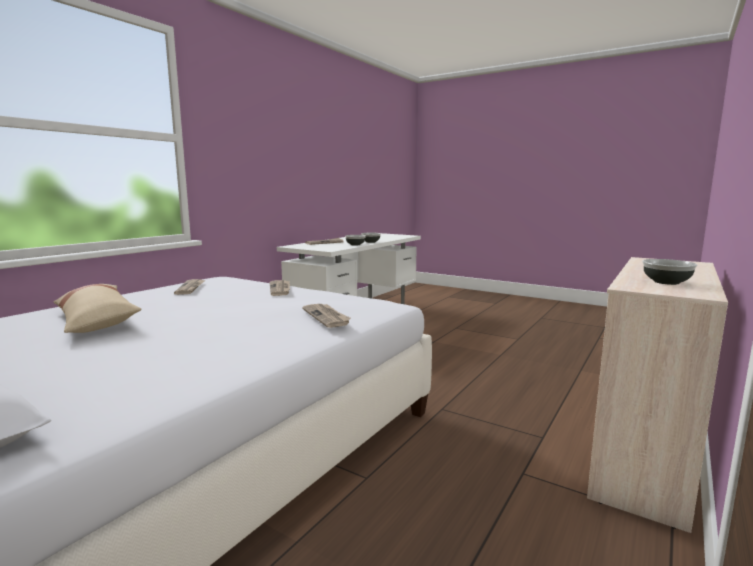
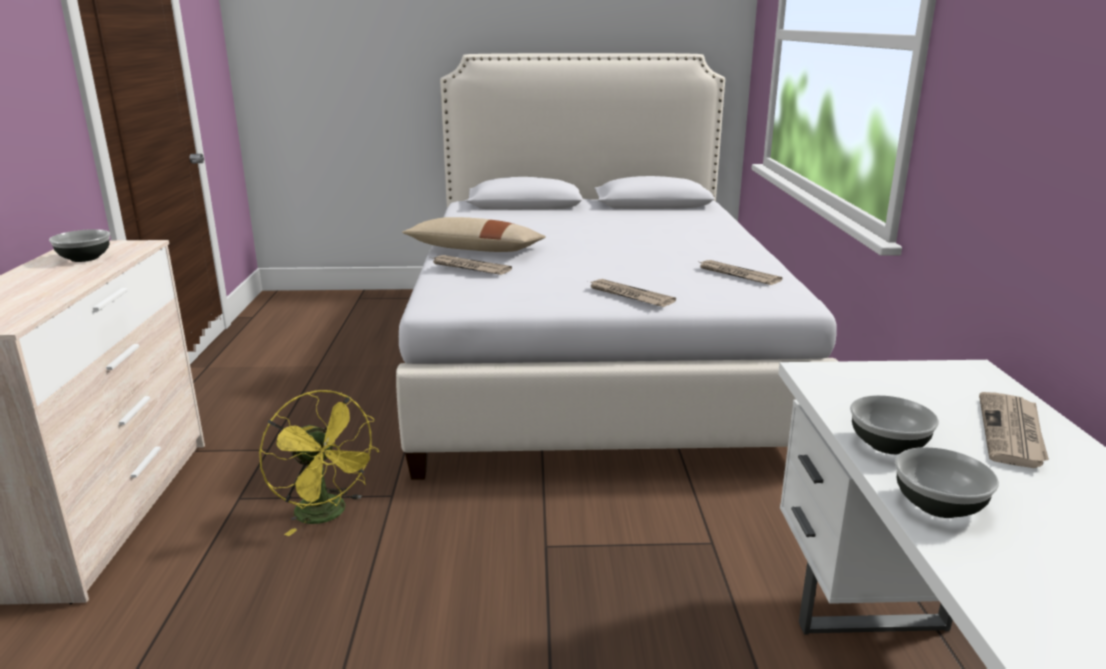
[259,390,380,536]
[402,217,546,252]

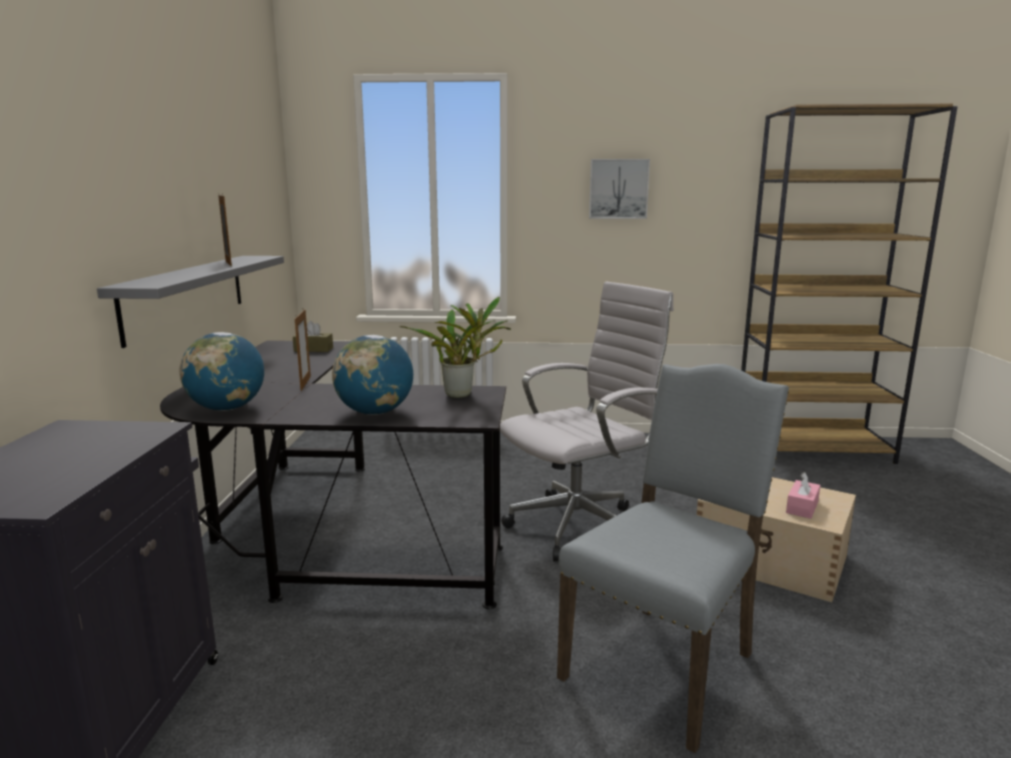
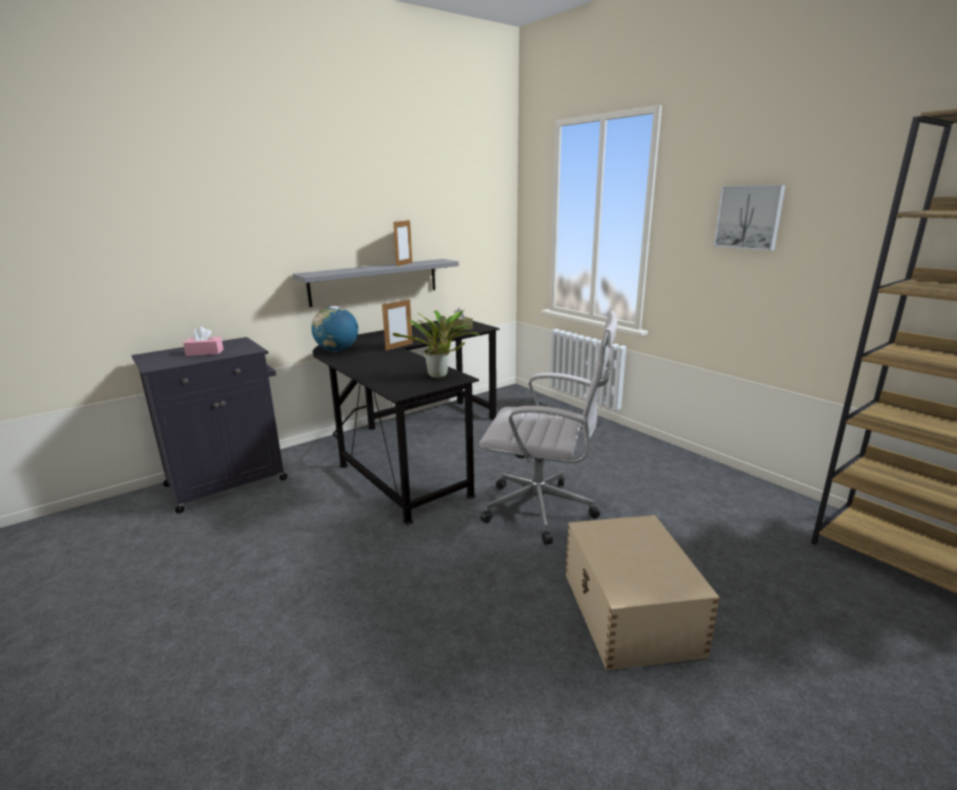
[332,335,413,415] (first image)
[557,364,789,753] (first image)
[183,327,224,356]

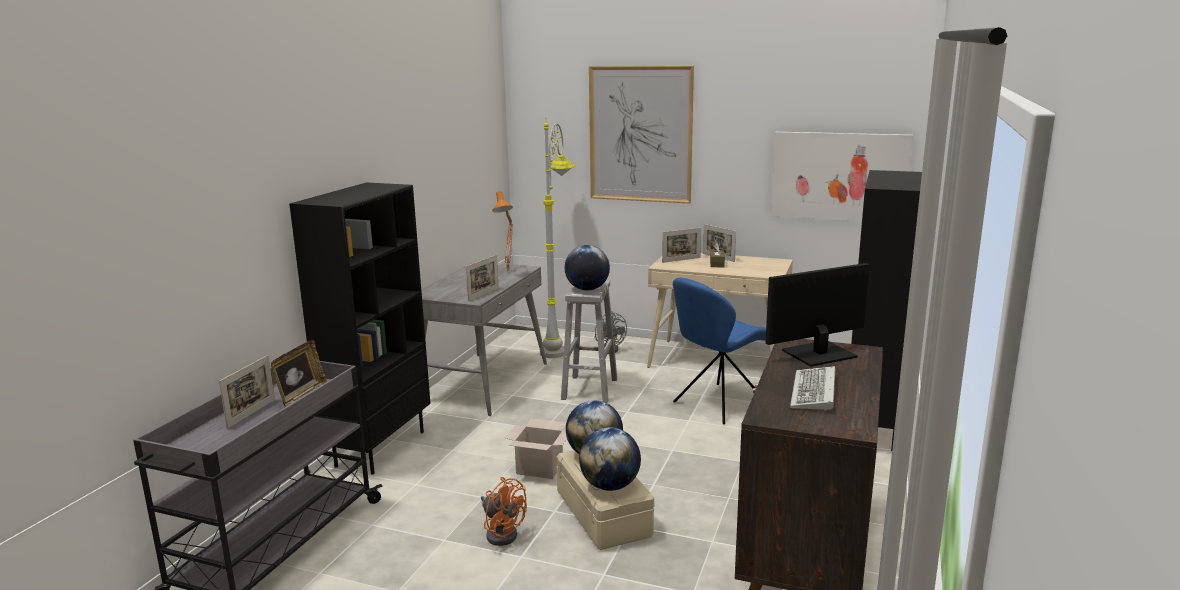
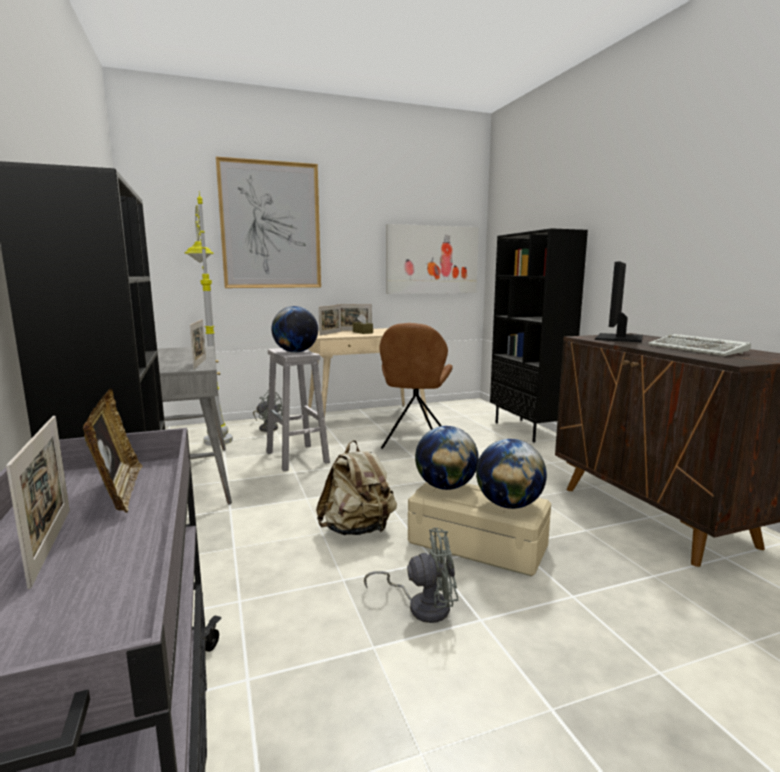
[492,191,513,271] (first image)
[316,440,397,535]
[364,528,458,623]
[379,323,453,449]

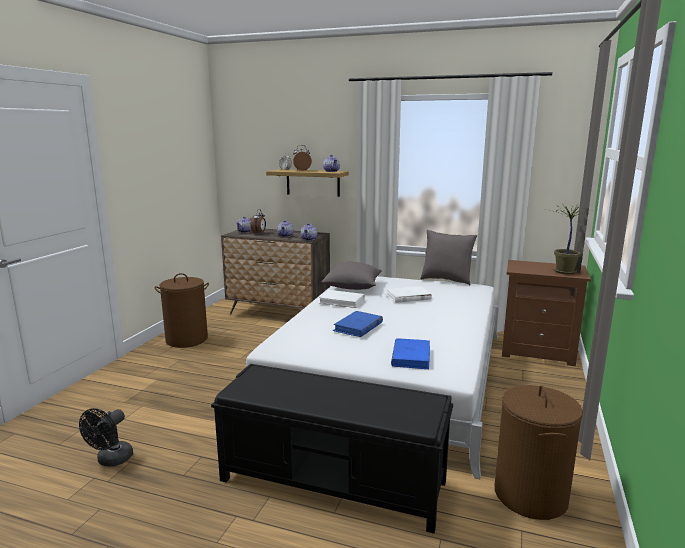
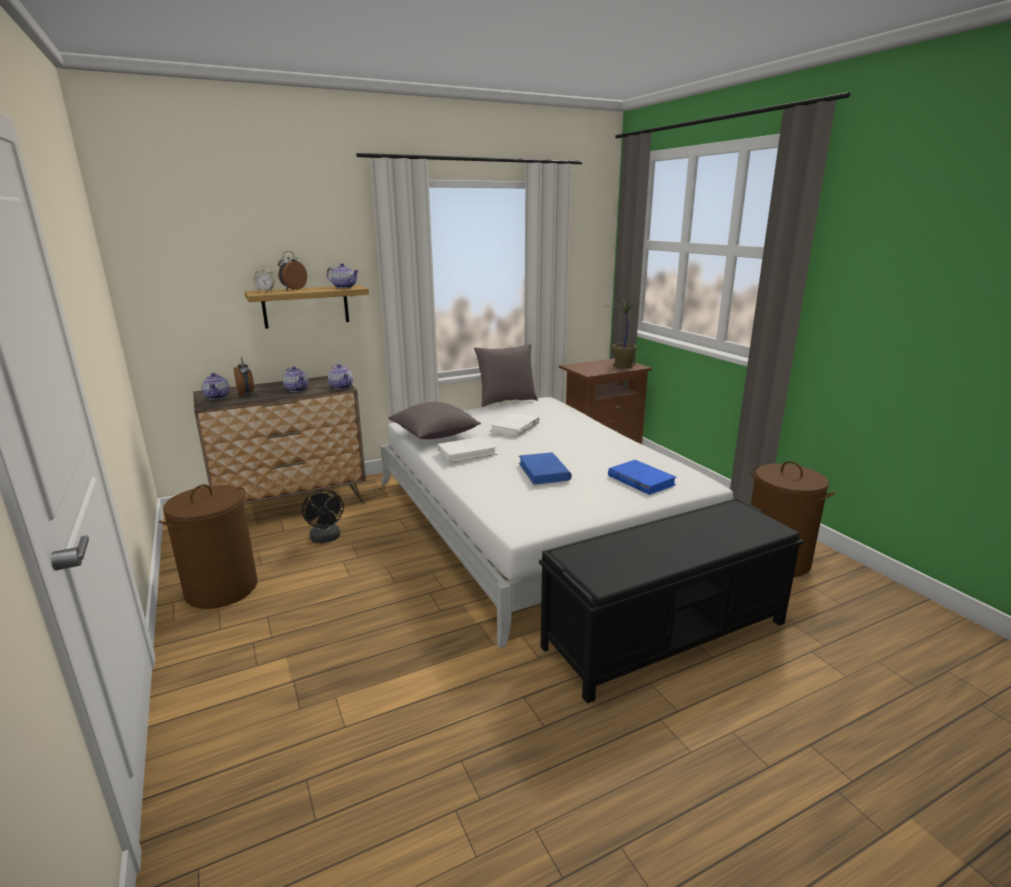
[302,489,344,543]

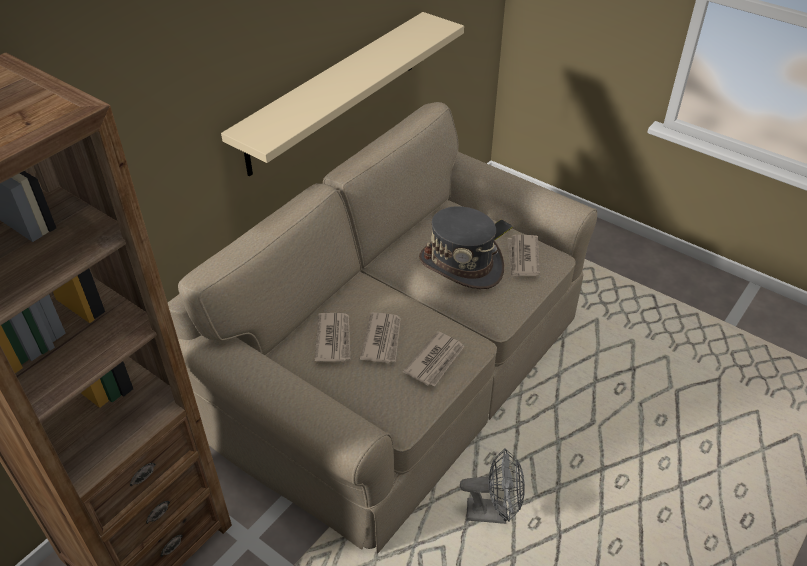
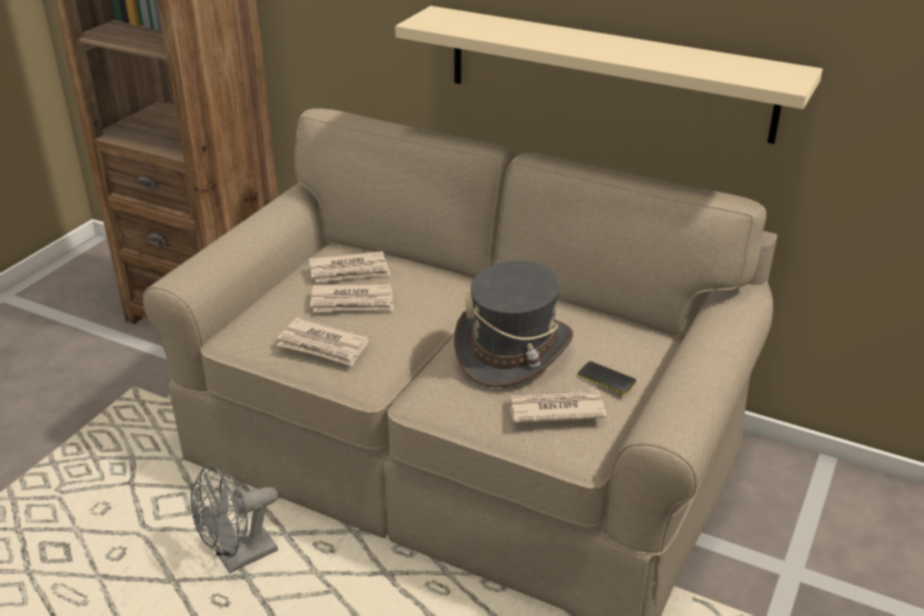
[190,464,278,573]

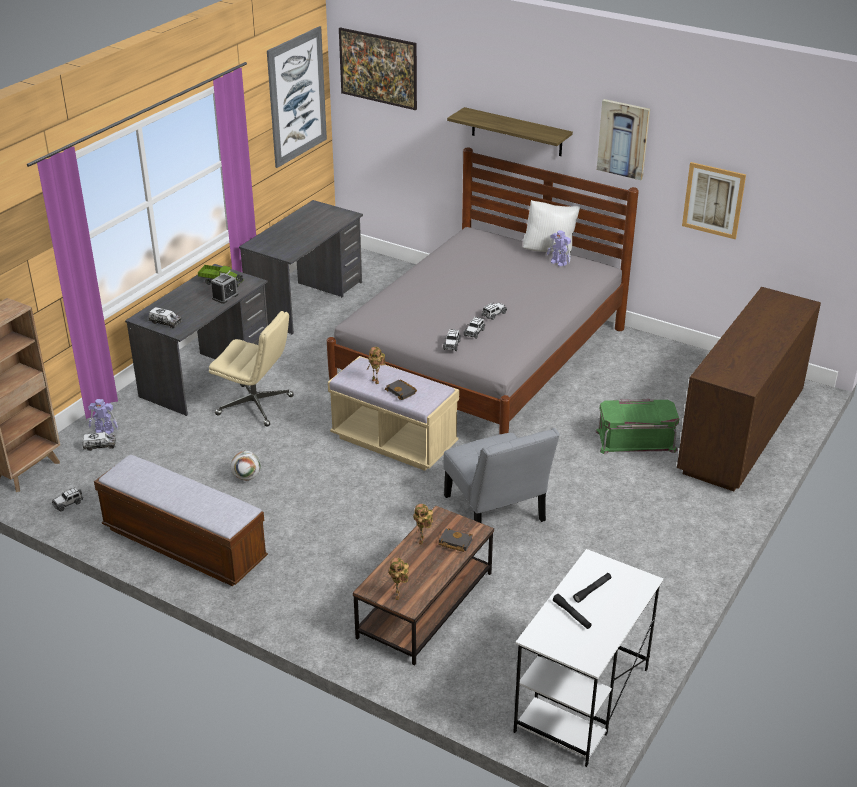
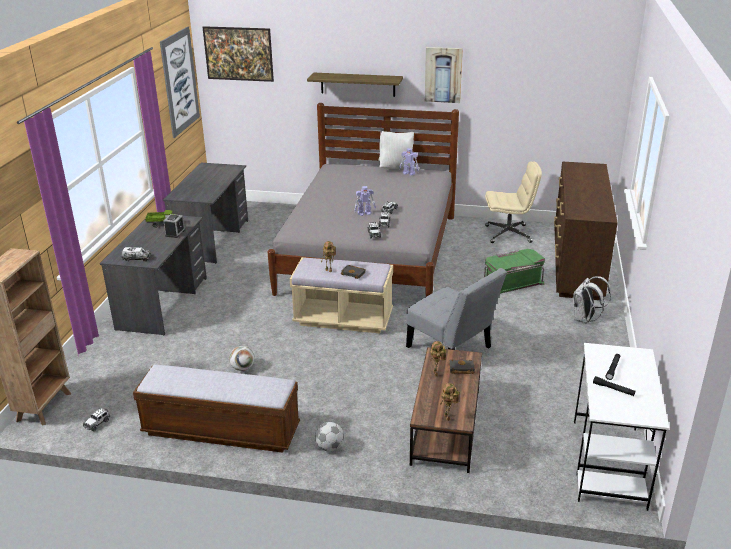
[83,432,116,451] (first image)
[682,162,746,239] (first image)
[315,422,344,451]
[573,276,611,324]
[355,186,376,216]
[485,161,542,243]

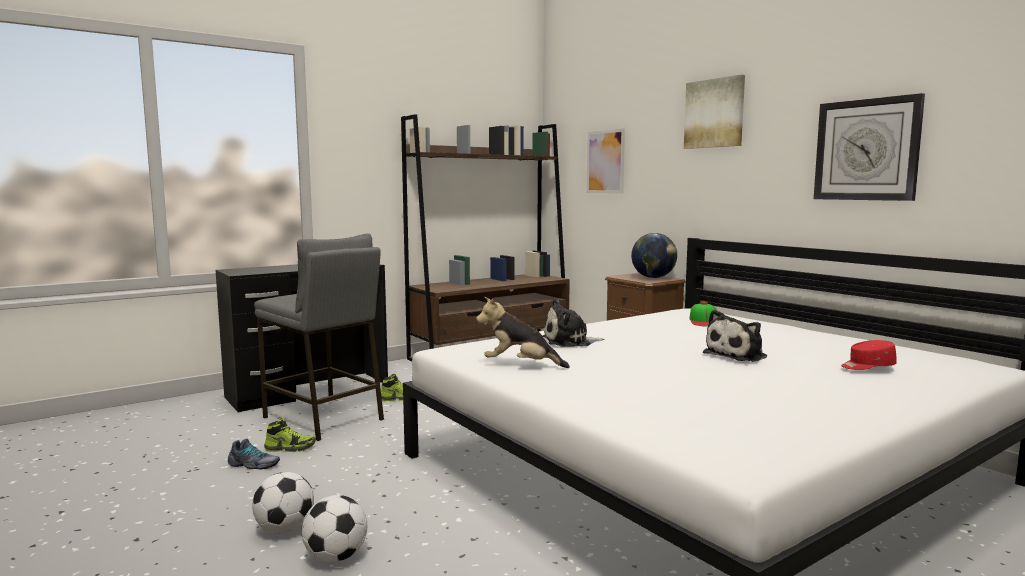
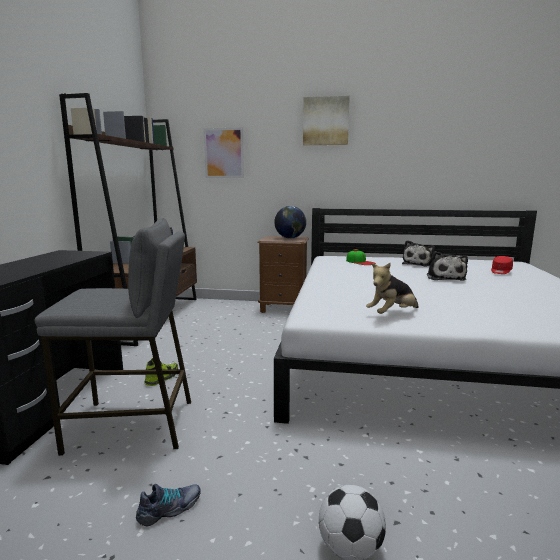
[264,418,316,452] (first image)
[302,495,367,563] (first image)
[814,93,925,201] (first image)
[402,240,435,266]

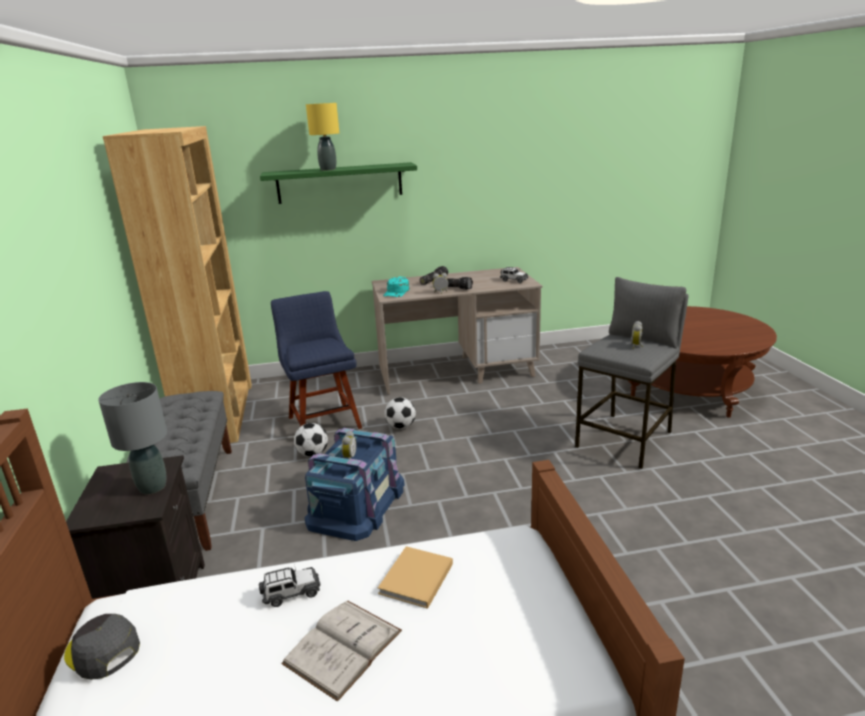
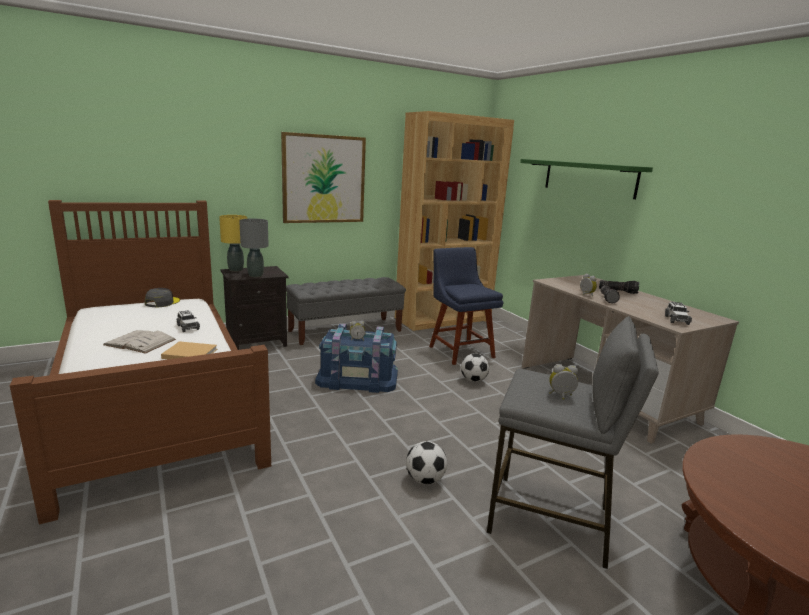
[383,276,409,297] (first image)
[281,132,366,223]
[406,441,447,484]
[219,215,247,272]
[429,247,503,365]

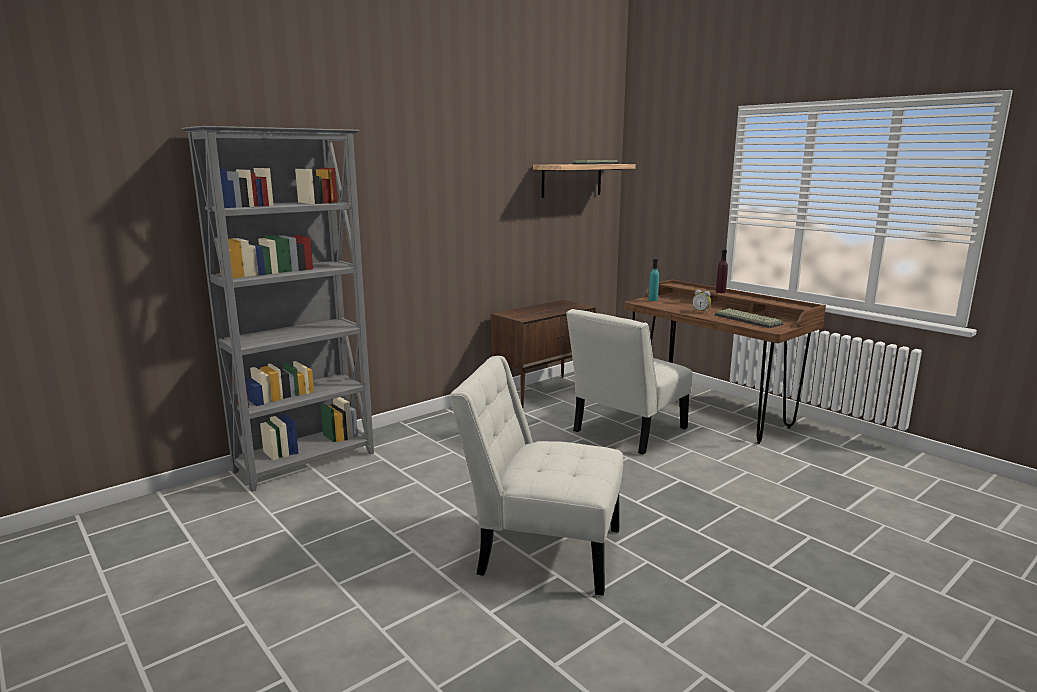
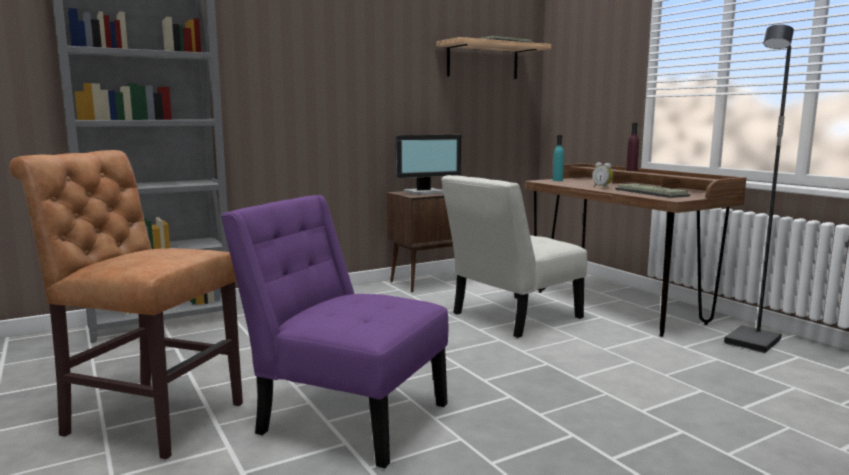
[9,150,243,459]
[395,135,461,195]
[724,25,794,353]
[221,195,448,468]

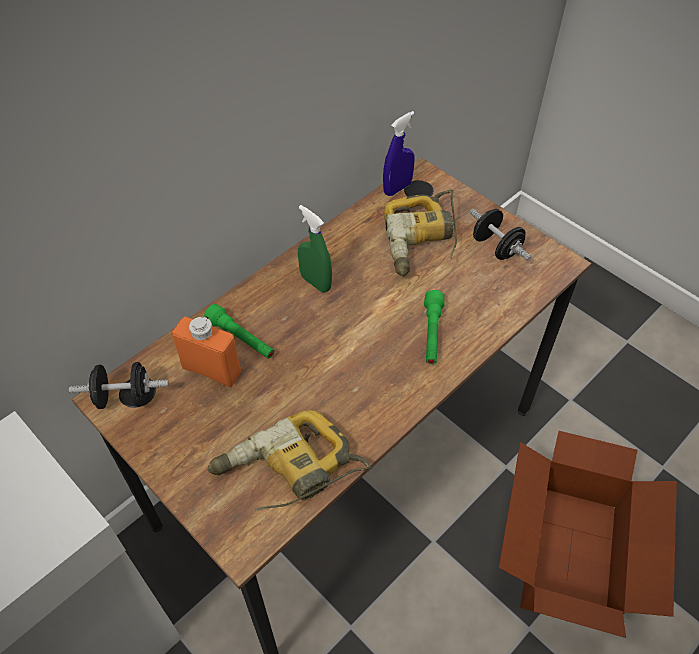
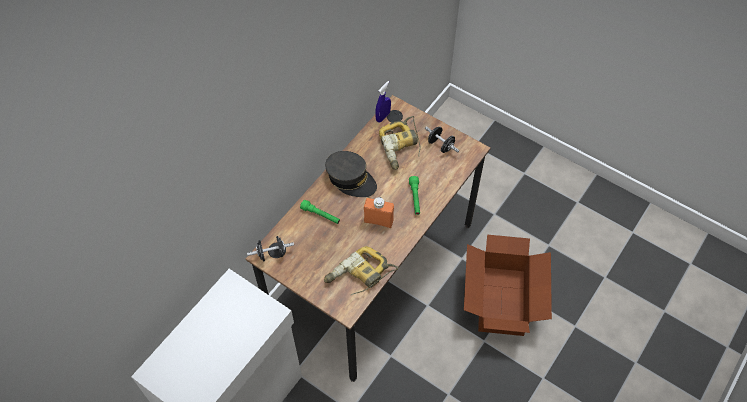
[364,197,394,228]
[325,151,377,197]

